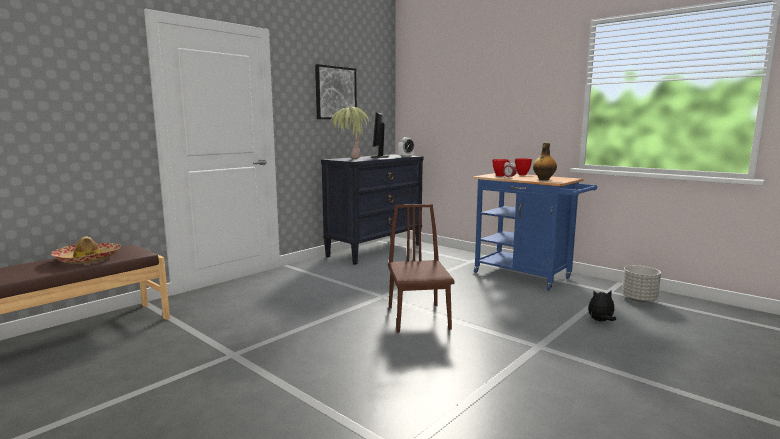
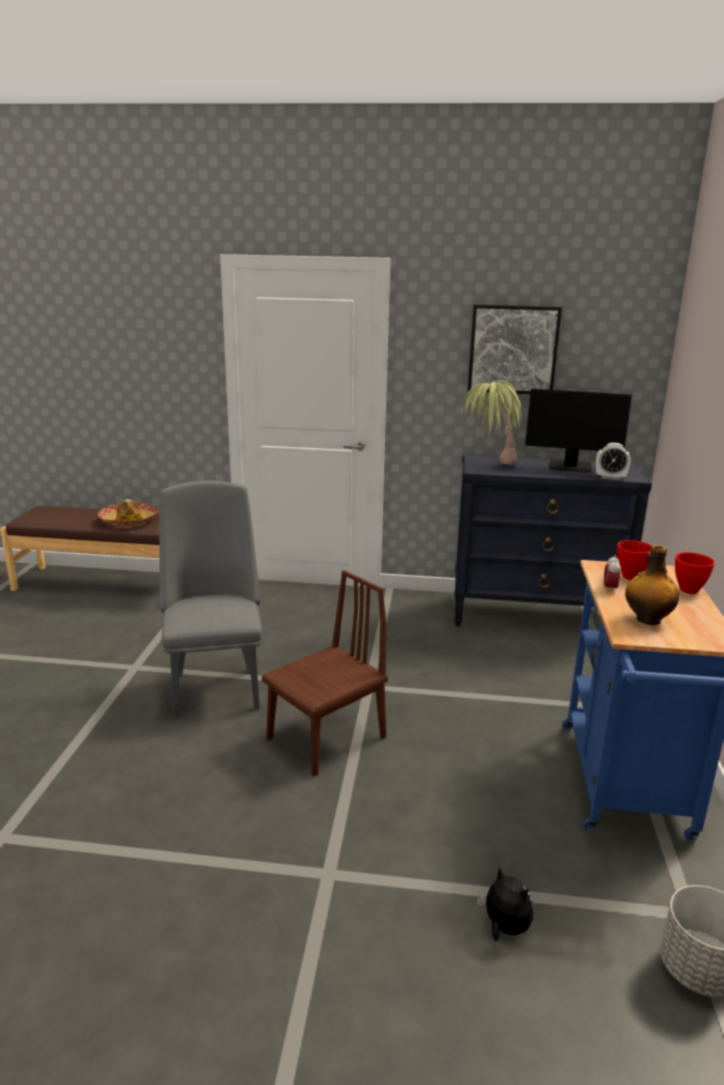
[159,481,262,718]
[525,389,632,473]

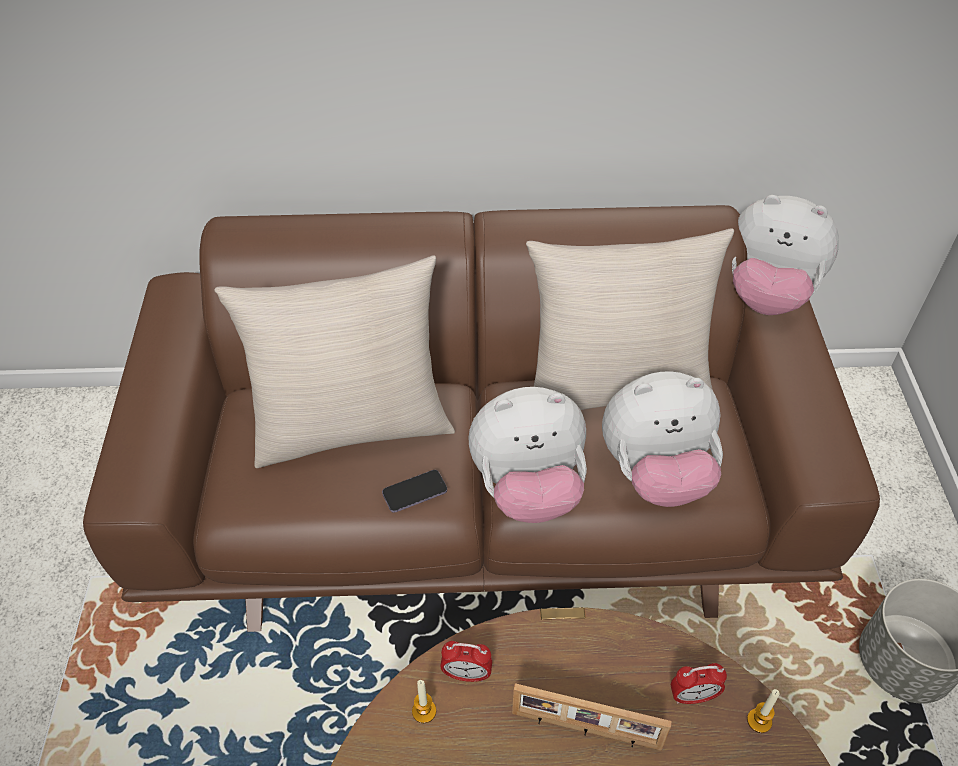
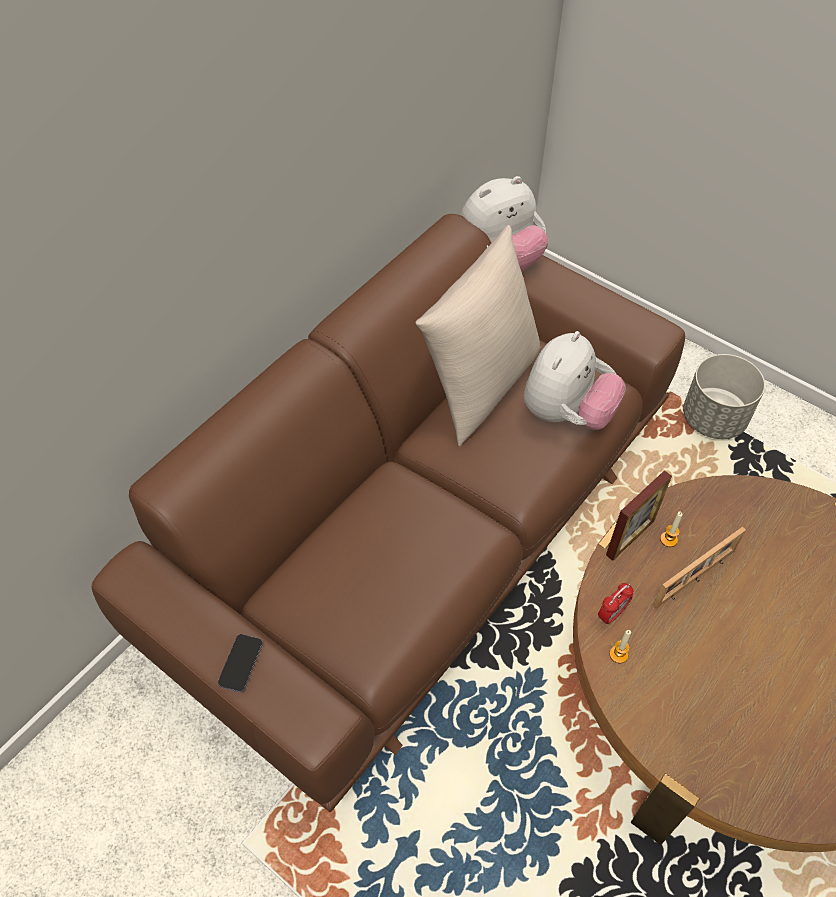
[214,255,455,468] (first image)
[469,387,587,523] (first image)
[671,663,727,704] (first image)
[606,470,672,561]
[218,634,263,693]
[660,512,683,547]

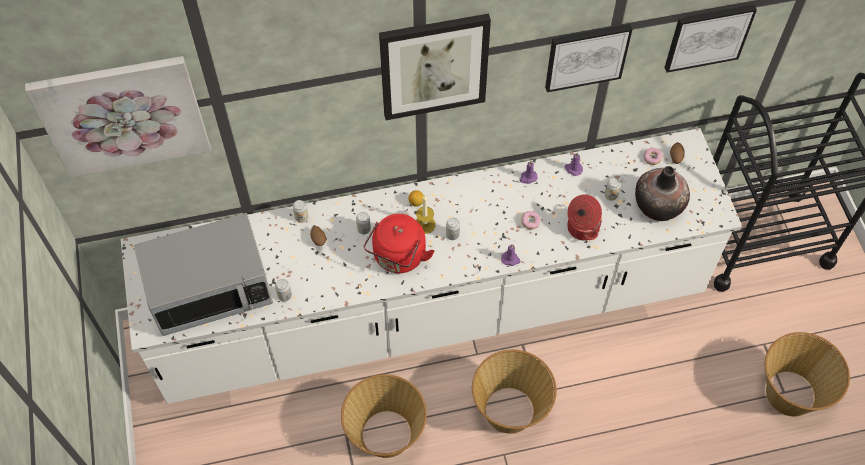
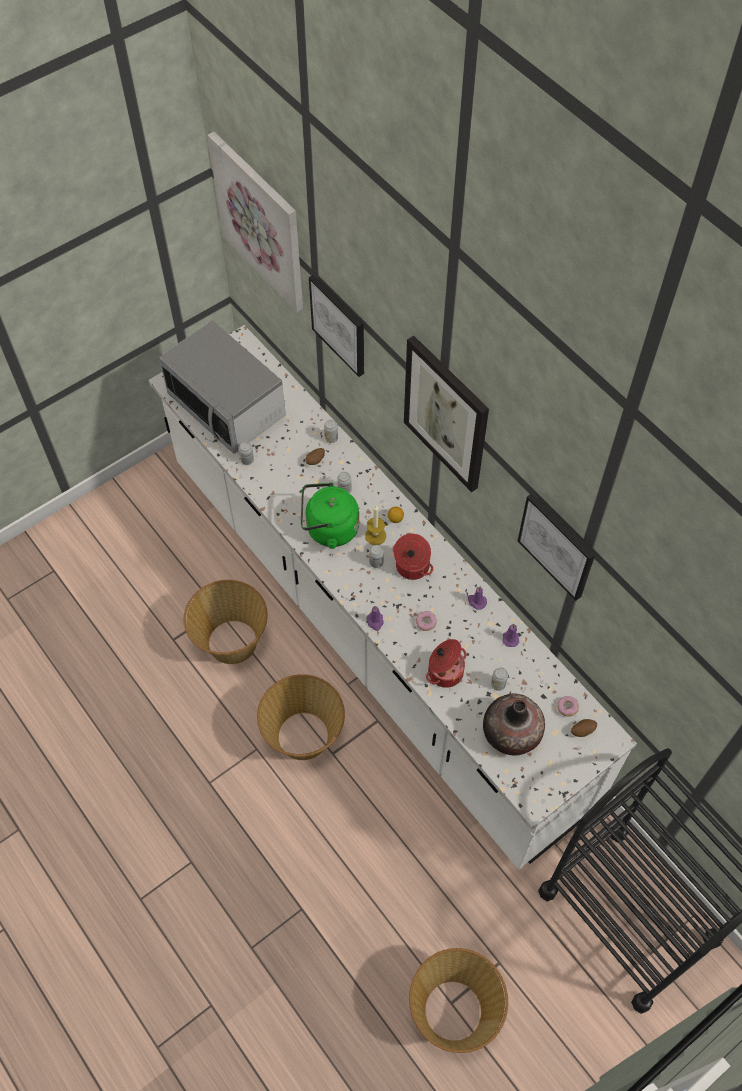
[393,534,433,580]
[309,274,364,377]
[301,482,359,549]

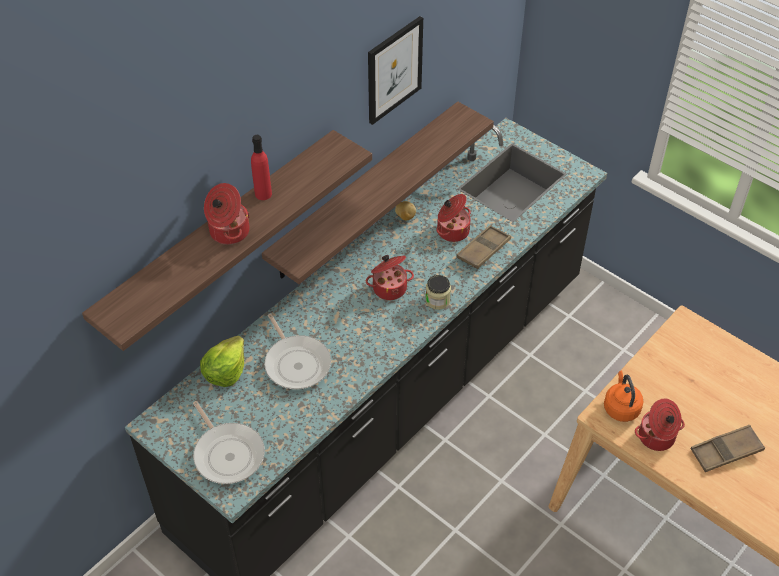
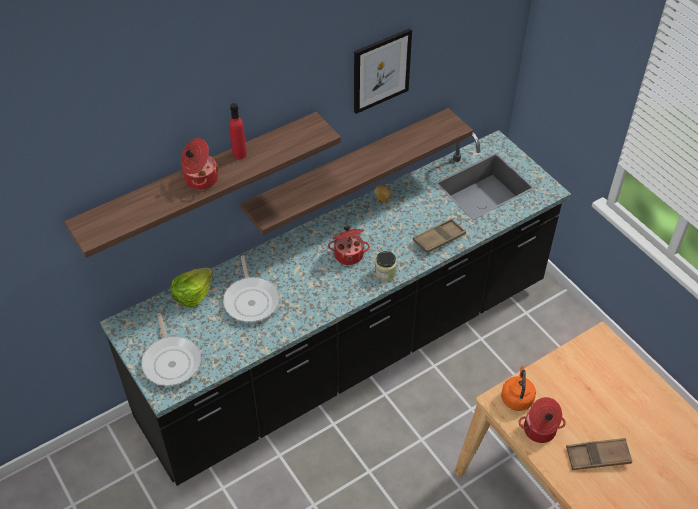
[436,194,471,242] (first image)

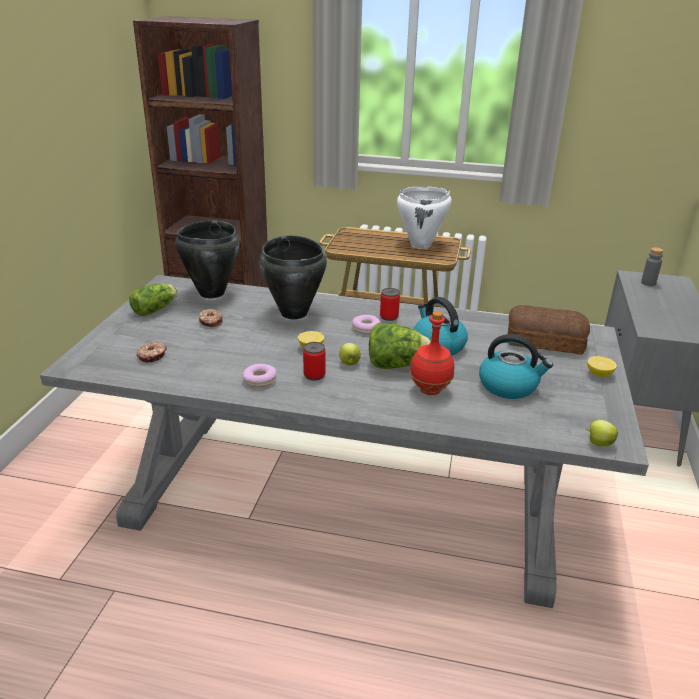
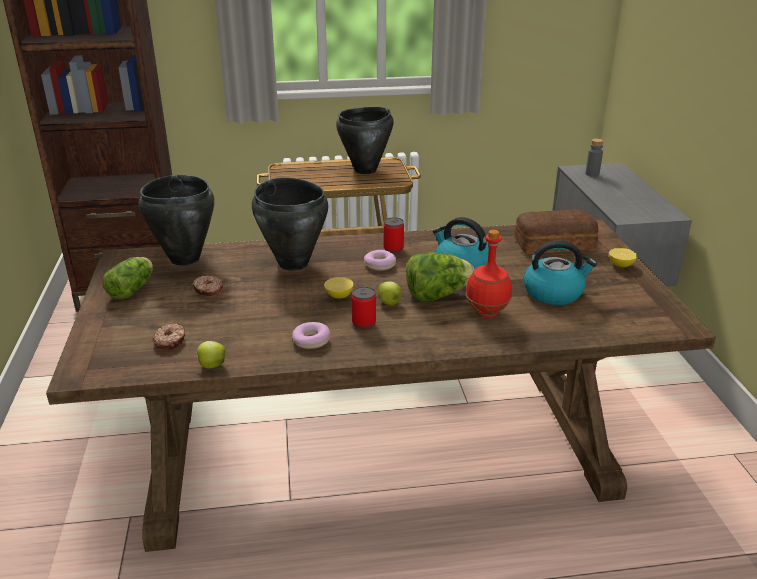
[195,341,226,368]
[46,219,716,552]
[336,107,394,174]

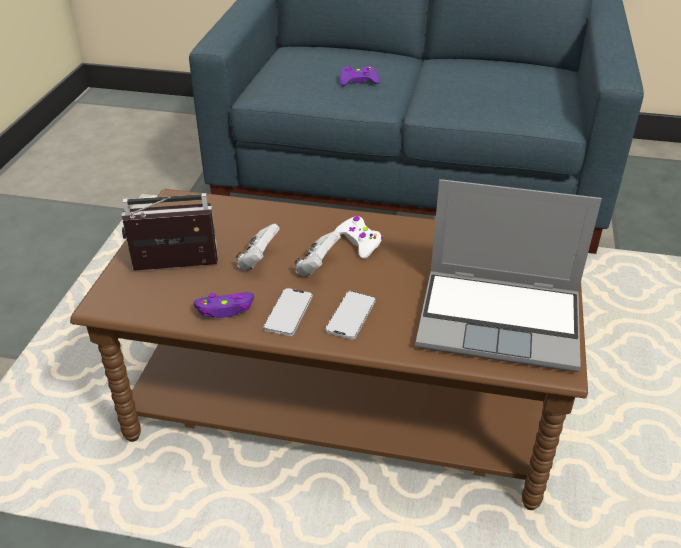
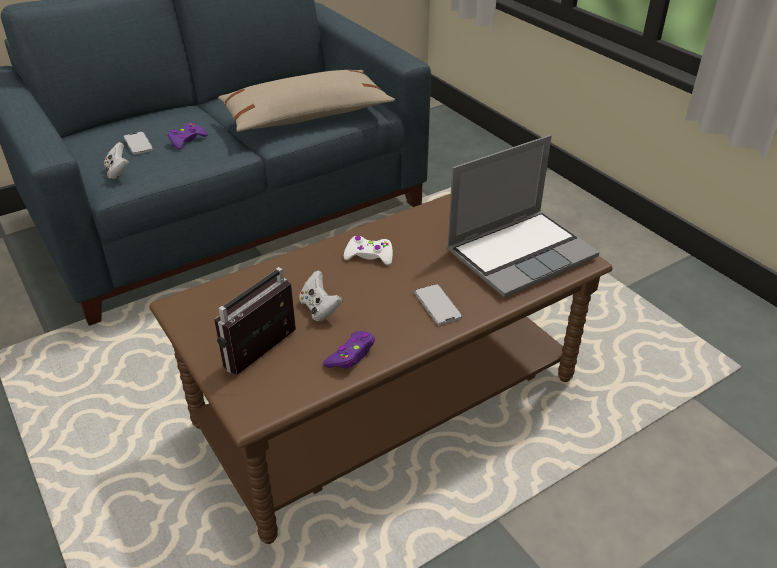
[218,70,395,132]
[123,132,153,155]
[104,142,129,179]

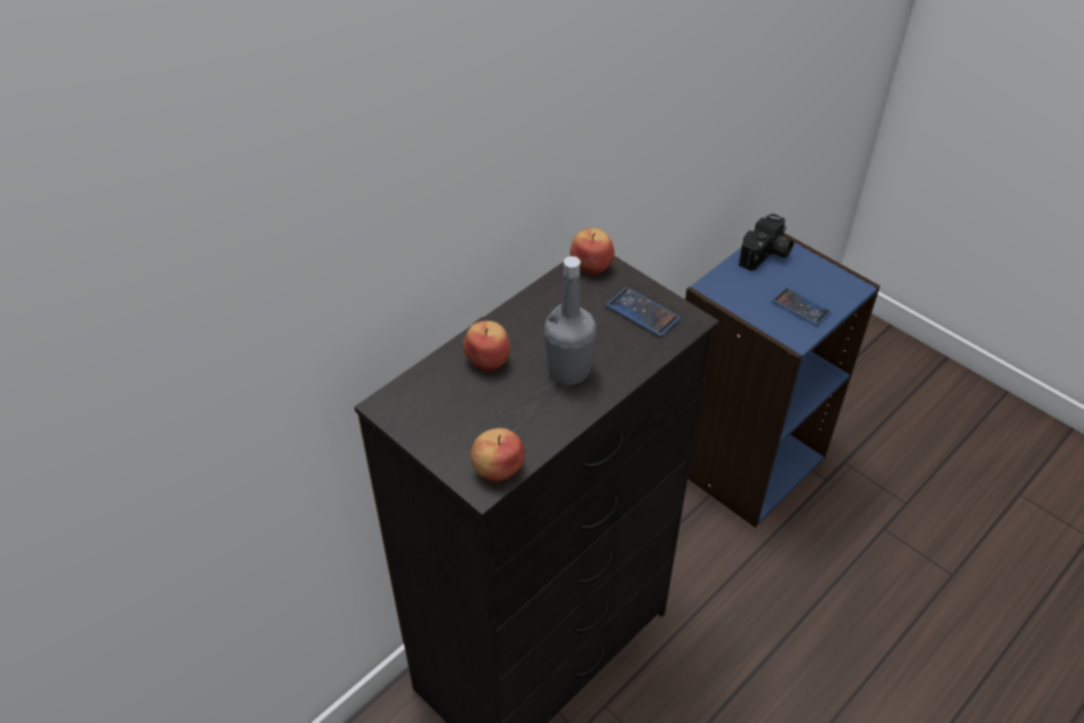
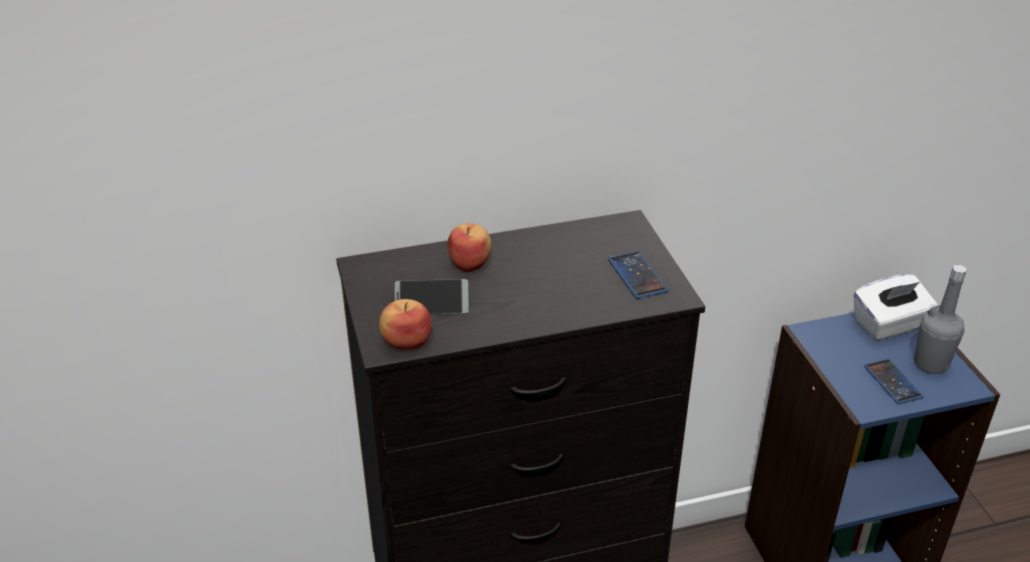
[570,228,614,275] (first image)
[395,279,469,315]
[914,265,967,374]
[854,274,938,340]

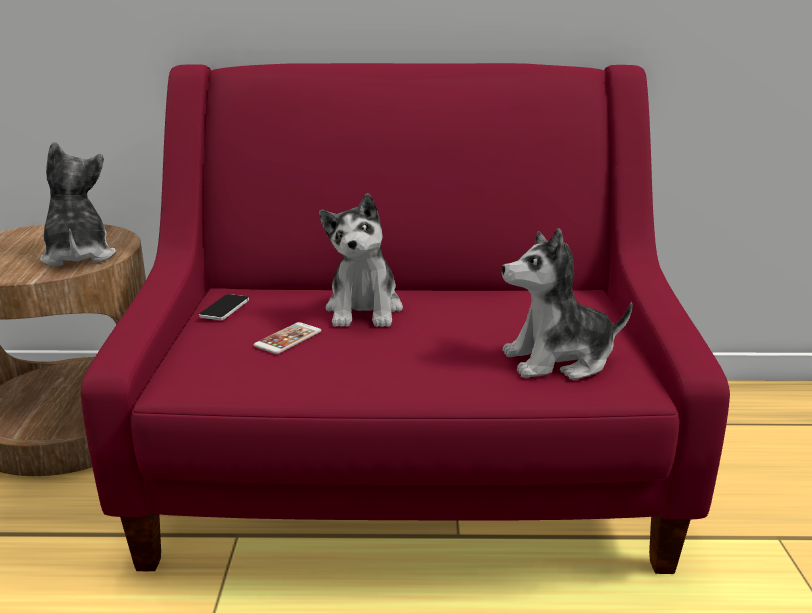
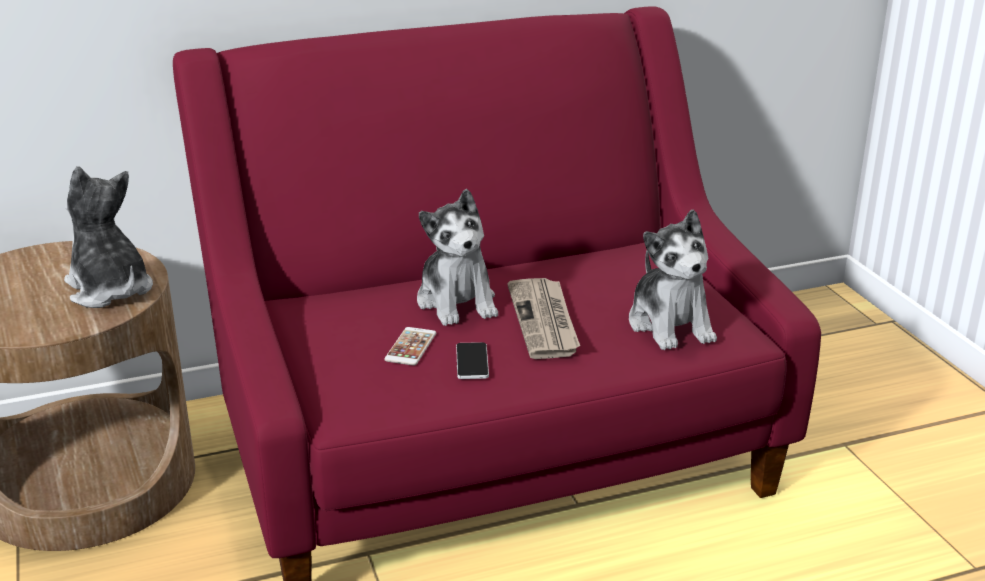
[507,278,580,359]
[456,342,489,379]
[629,209,717,350]

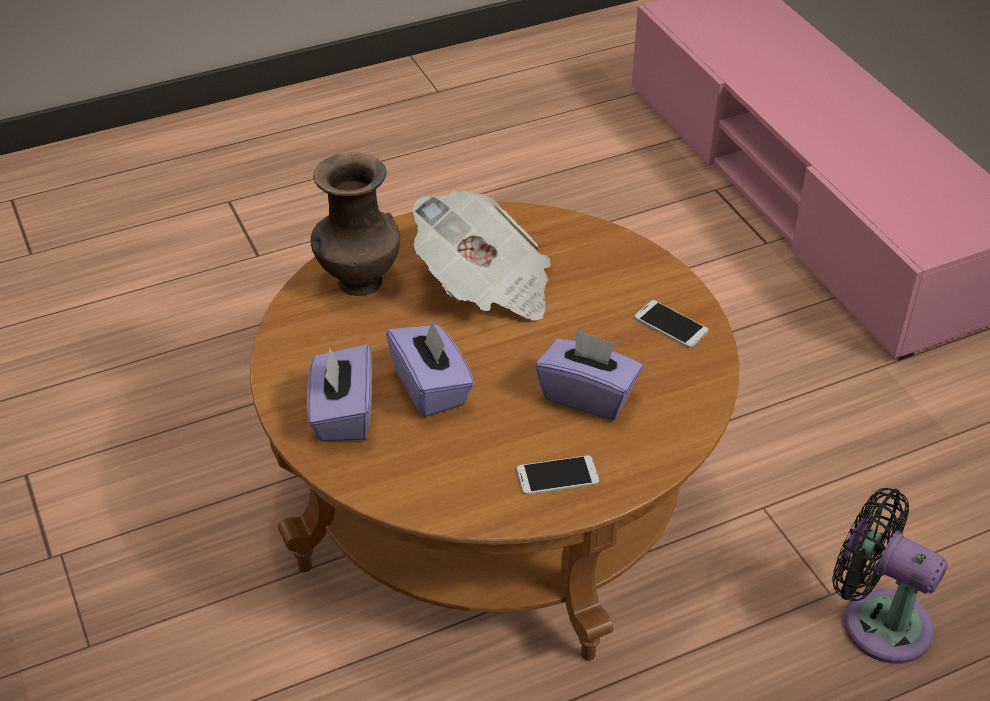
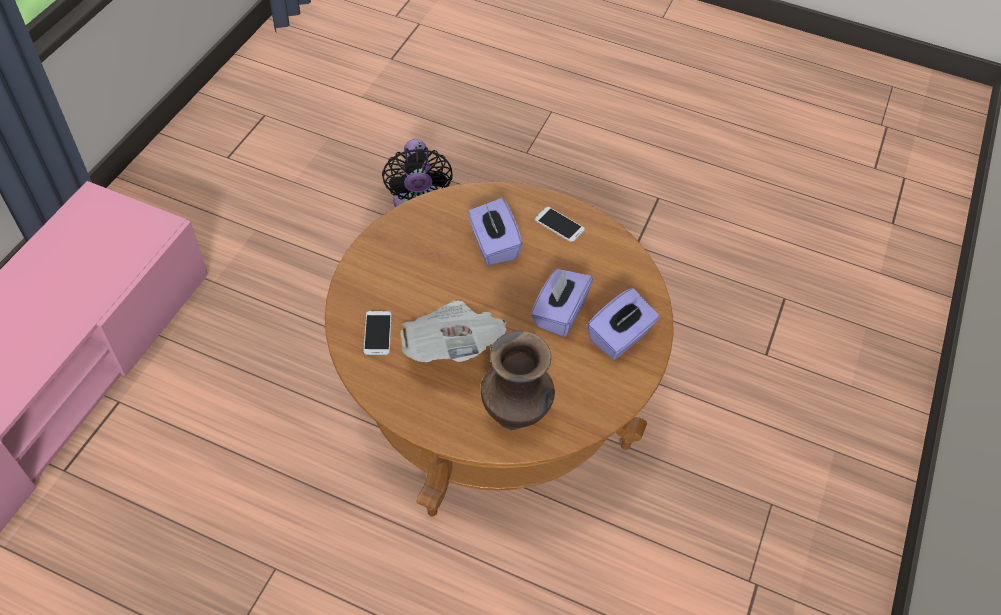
[364,311,392,355]

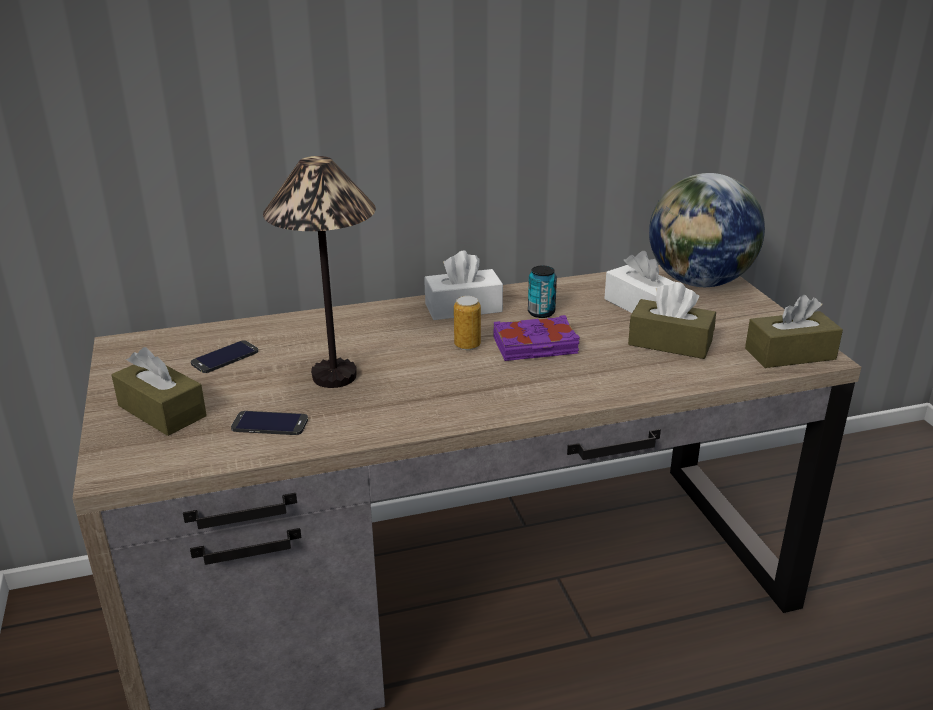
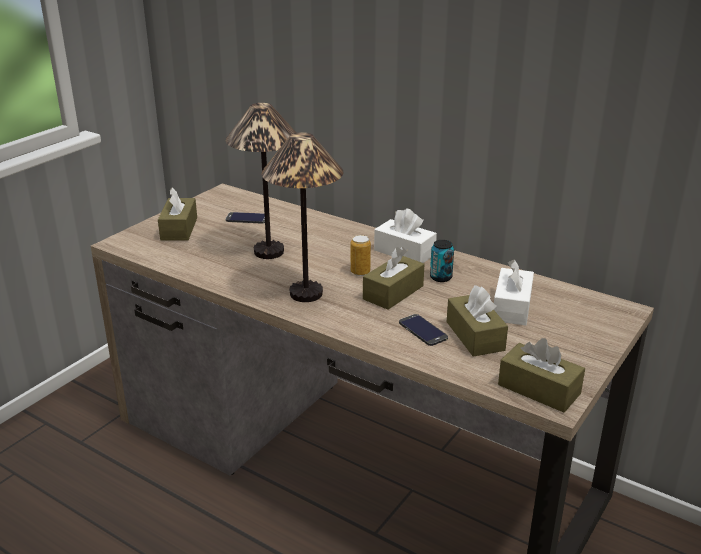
[649,173,765,287] (first image)
[262,132,344,302]
[399,314,448,346]
[363,247,424,310]

